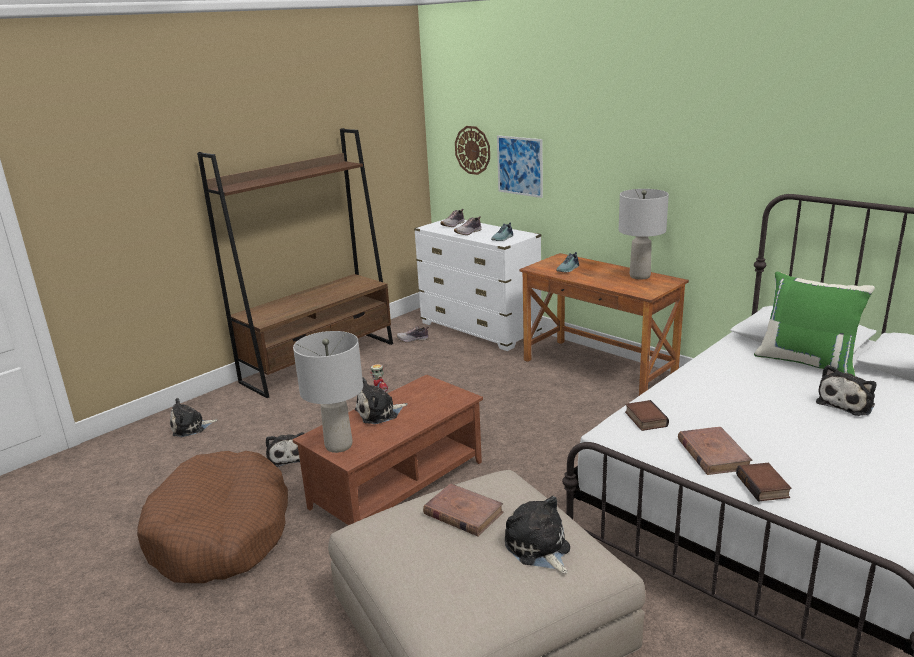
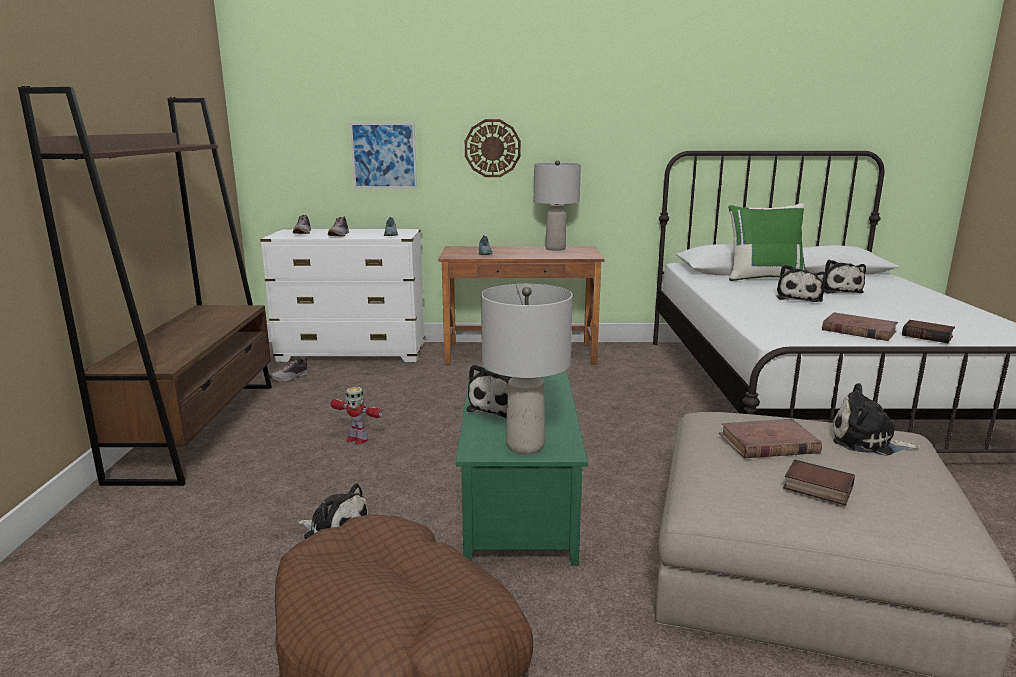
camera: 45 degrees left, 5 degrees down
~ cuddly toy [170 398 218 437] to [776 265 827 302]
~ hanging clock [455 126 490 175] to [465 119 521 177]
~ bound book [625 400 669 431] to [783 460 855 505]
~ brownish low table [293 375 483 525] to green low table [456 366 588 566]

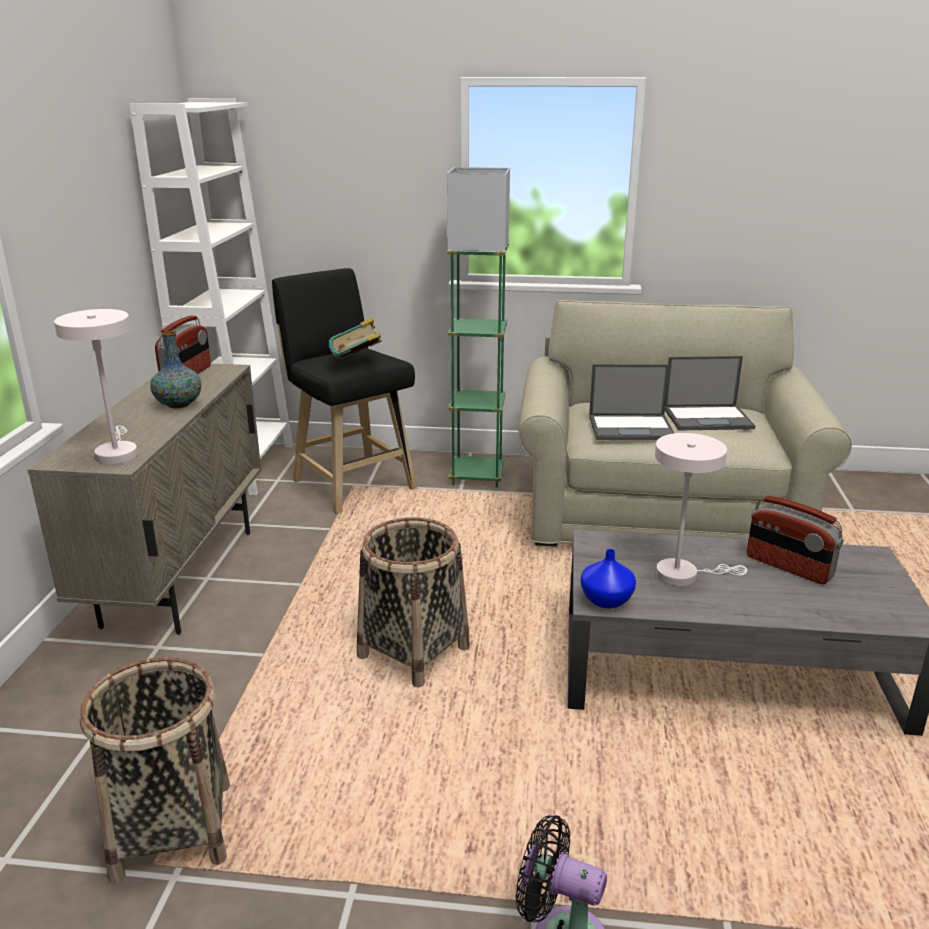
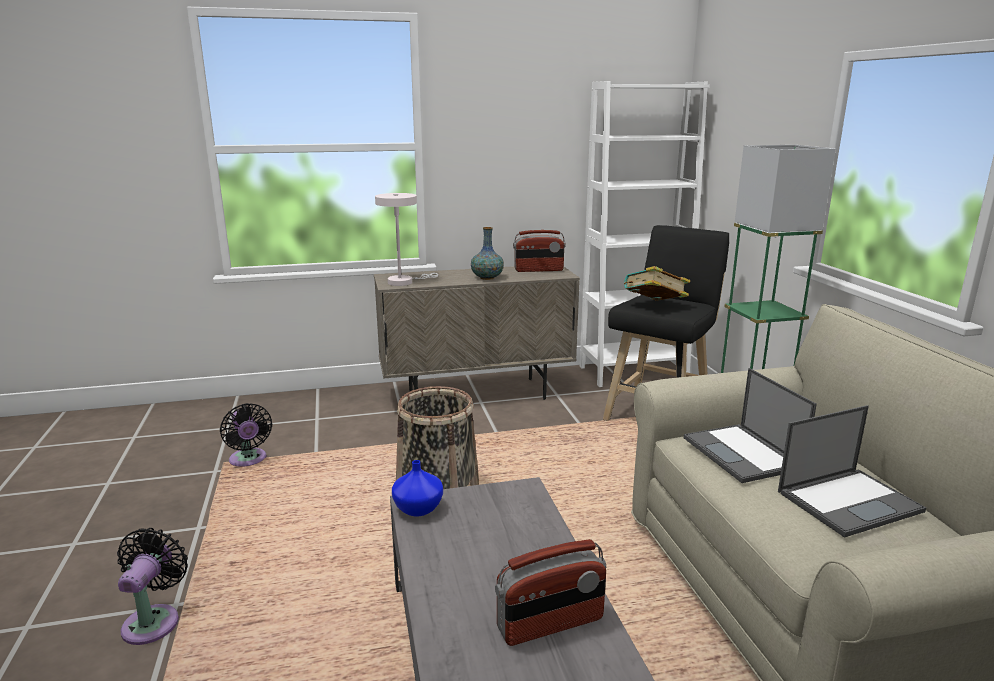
camera: 70 degrees right, 5 degrees down
- white table lamp [655 433 747 586]
~ basket [80 657 230 884] to blackish cooling fan [220 403 272 467]
~ portable computer [665 356 755 430] = [778 405 926 538] 90 degrees counterclockwise
~ radio [747 496 844 584] = [495 539 606 646] 135 degrees counterclockwise

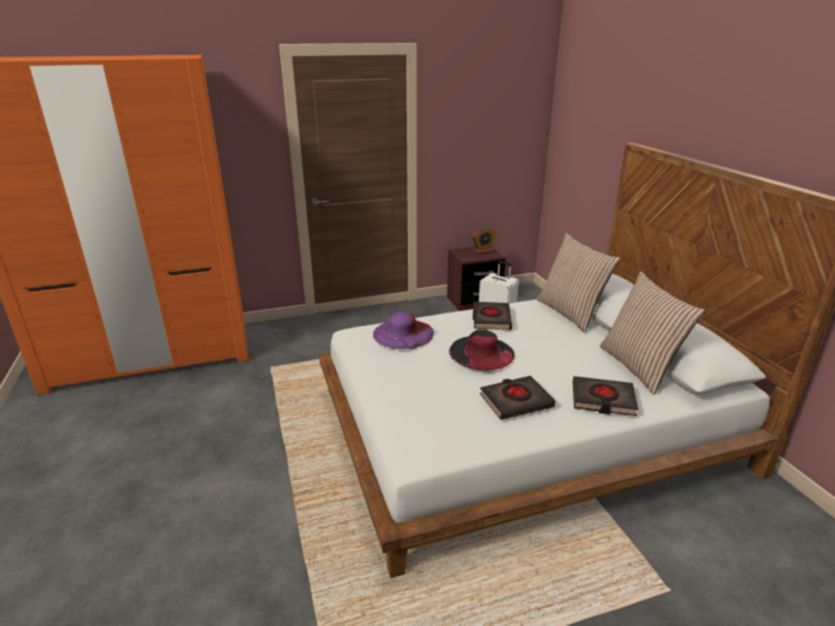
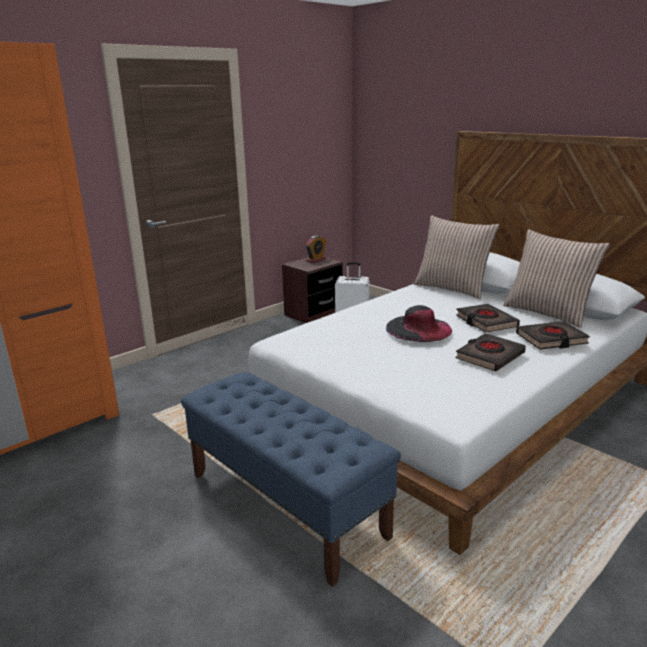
camera: 25 degrees left, 5 degrees down
- purplish clothing hat [373 311 434 350]
+ bluish indoor bench [181 372 401 587]
~ blackish bound book [473 302 512 330] to [456 304 520 333]

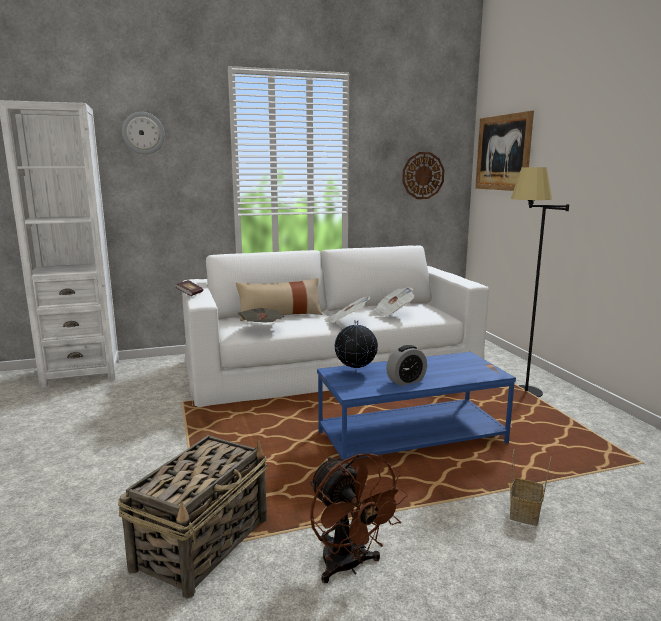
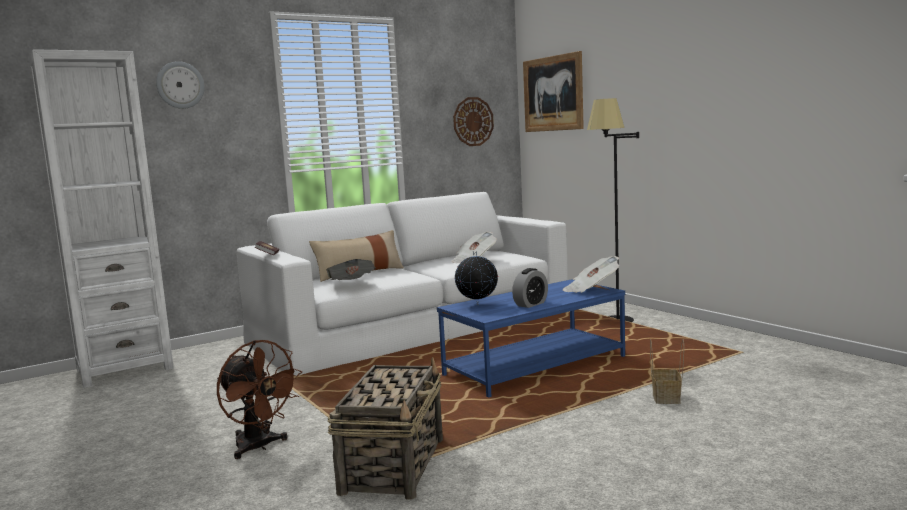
camera: 15 degrees left, 5 degrees down
~ brownish cooling fan [309 454 408 583] to [217 340 302 459]
~ daily paper [325 297 370 324] to [563 256 619 293]

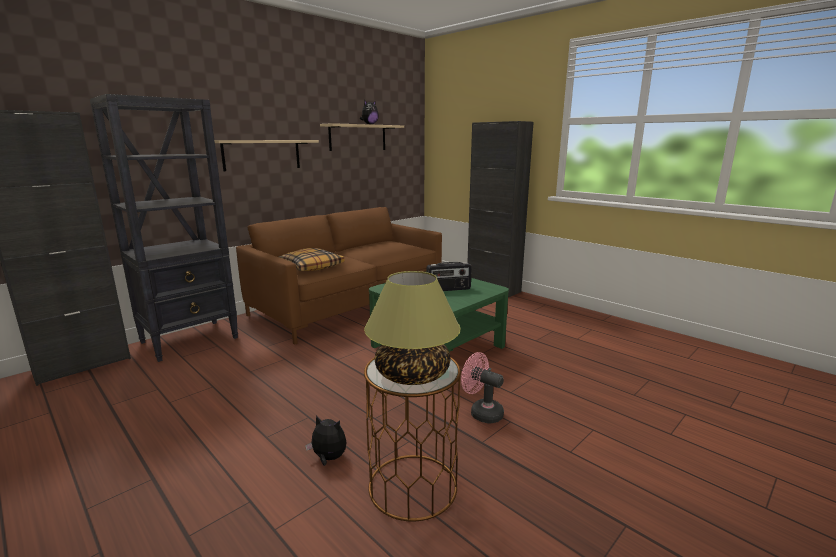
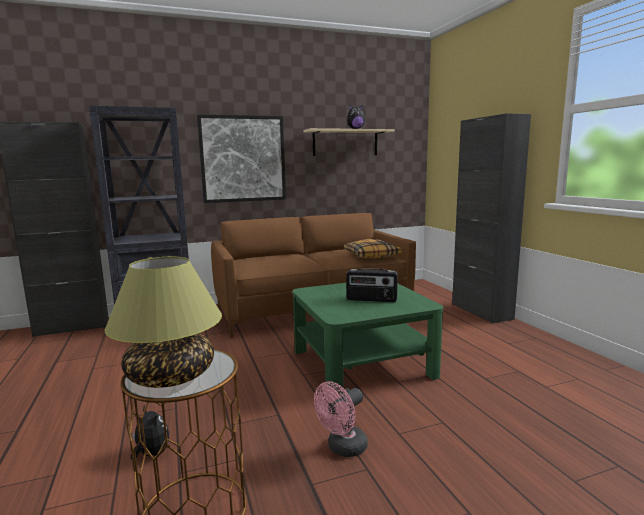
camera: 25 degrees right, 5 degrees down
~ pillow [279 248 344 271] to [344 239 401 259]
~ sand-coloured bracket shelf [214 140 319 171] to picture [197 114 286 203]
~ pink-coloured cooling fan [461 352 504 424] = [314 381 368 457] 105 degrees counterclockwise

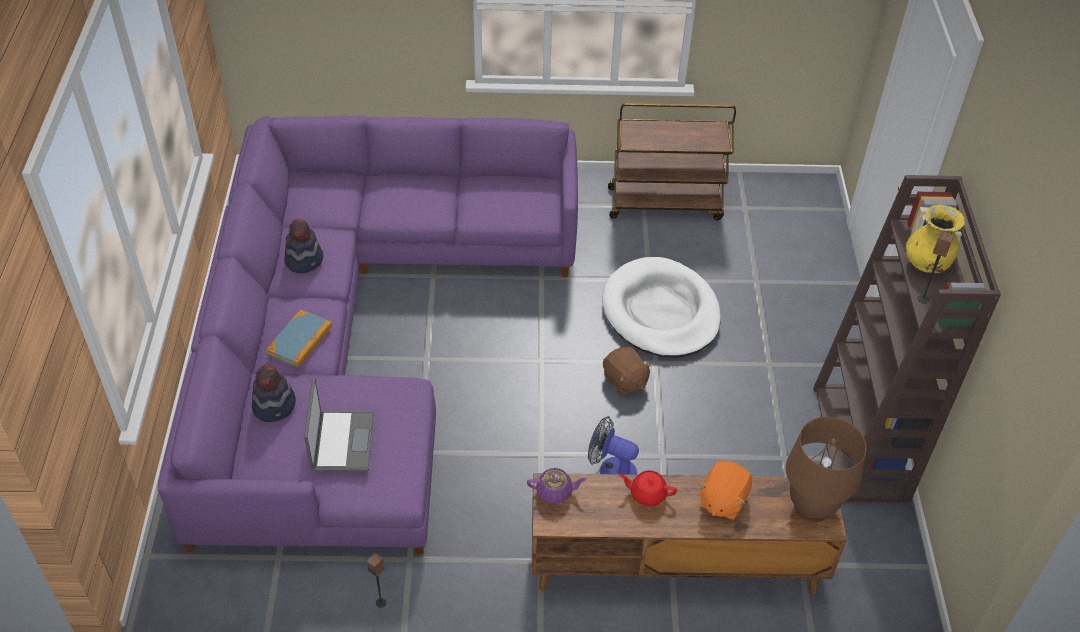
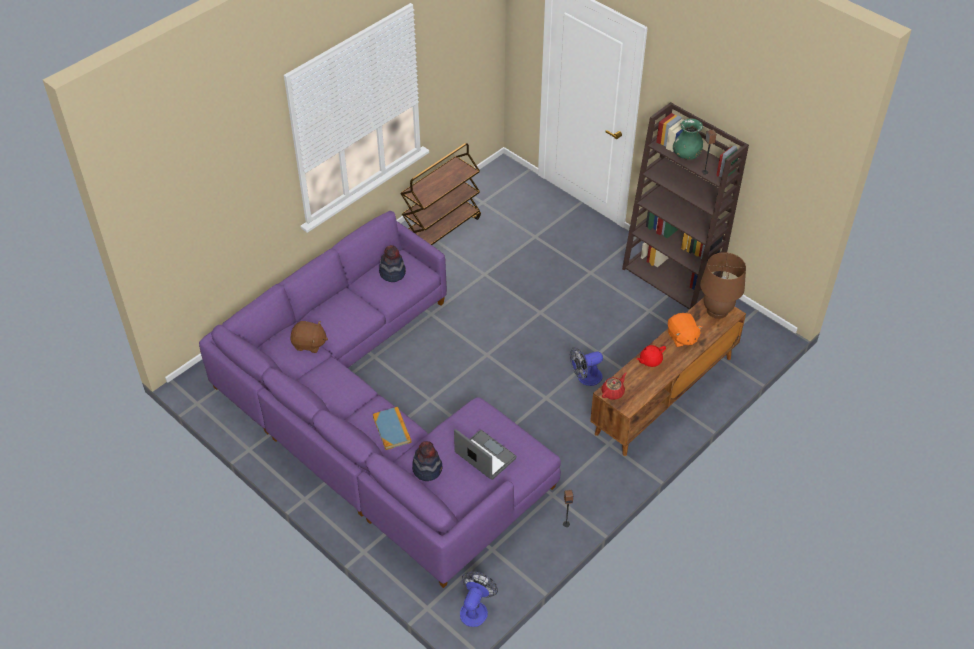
camera: 45 degrees left, 0 degrees up
- white pet bed [602 257 721 358]
+ cooling fan [460 571 498 627]
~ clothing hat [285 219 323 273] to [379 245 406 282]
~ brownish cuddly toy [603 347 652 396] to [290 321 328 353]
~ purplish pot for tea [527 468 586 504] to reddish pot for tea [602 372 627 400]
~ yellow-coloured vase [906 205 965 273] to green vase [673 119 703 160]

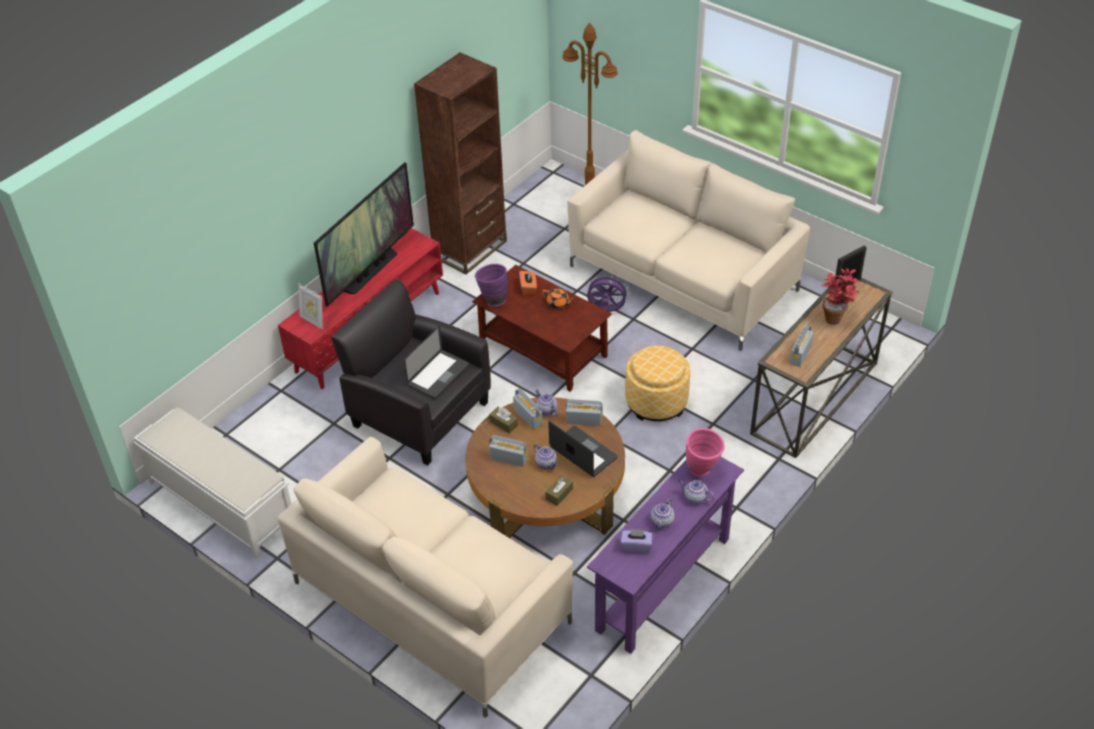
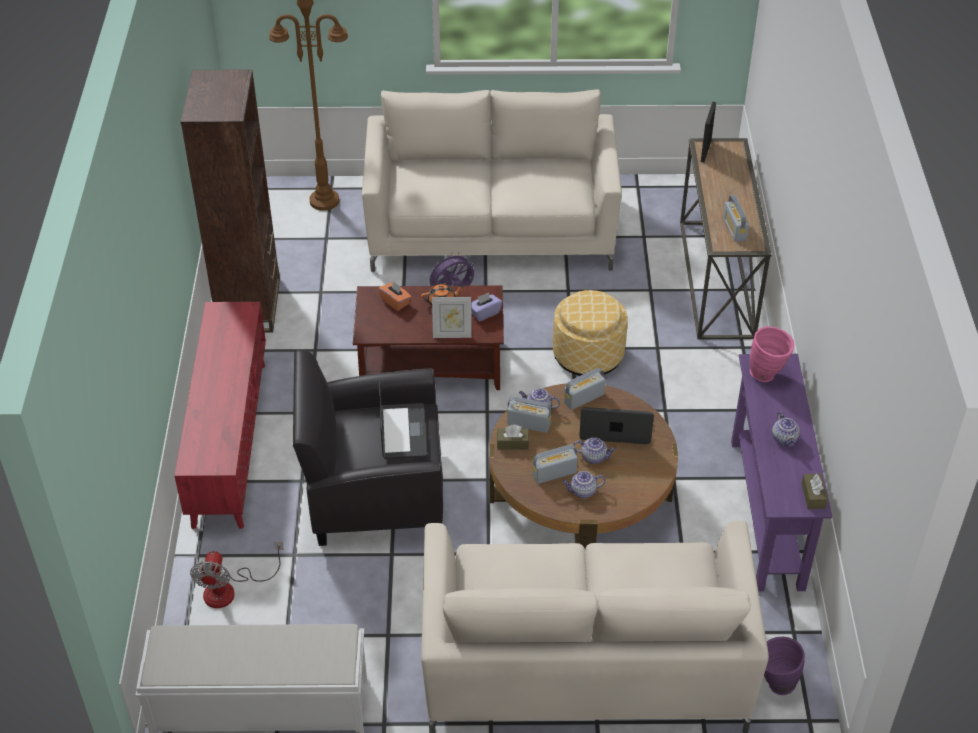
camera: 40 degrees left, 0 degrees up
- TV [314 162 414 306]
- plant in a pot [821 268 859 325]
+ cooling fan [190 541 284 608]
~ picture frame [298 283 323 330] to [432 297 472 338]
~ purplish vase [475 264 508 307] to [764 637 805 695]
~ brownish tissue box [546 475 573 506] to [801 474 828 509]
~ purplish tissue box [621 529 652 553] to [471 292 502 322]
~ pot for tea [679 479 715 505] to [562 471 605 498]

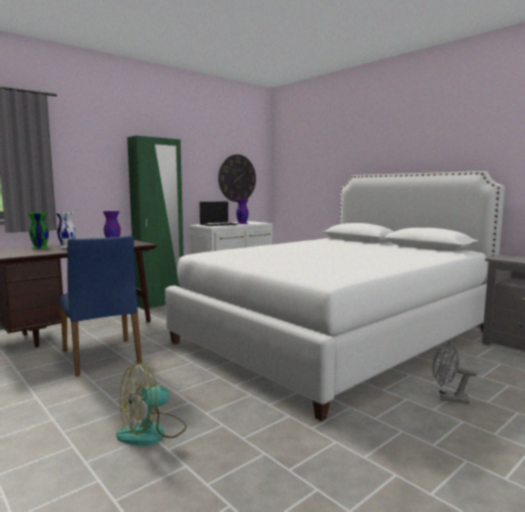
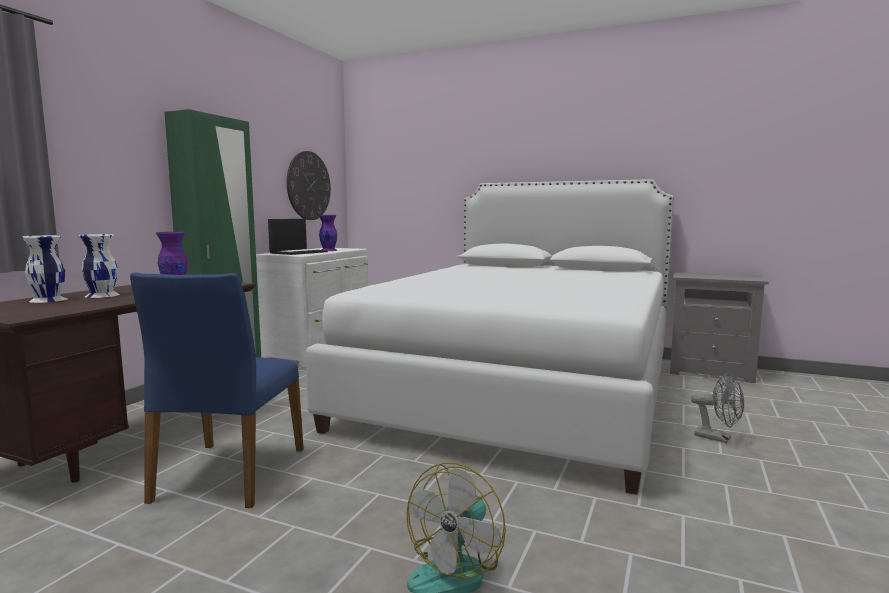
camera: 25 degrees left, 0 degrees up
~ green vase [28 213 50 249] to white vase [22 235 68 303]
~ bluish upright chair [60 235 142 376] = [130 272 304 508] 60 degrees clockwise
~ greyish cooling fan [433 342 478 404] = [691 374 744 443] 135 degrees counterclockwise

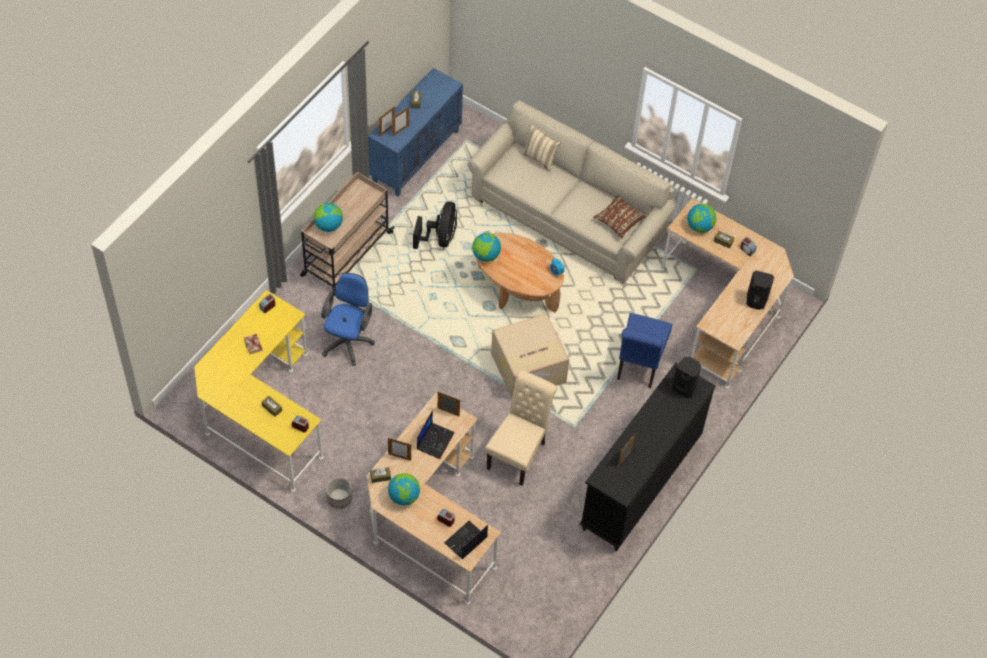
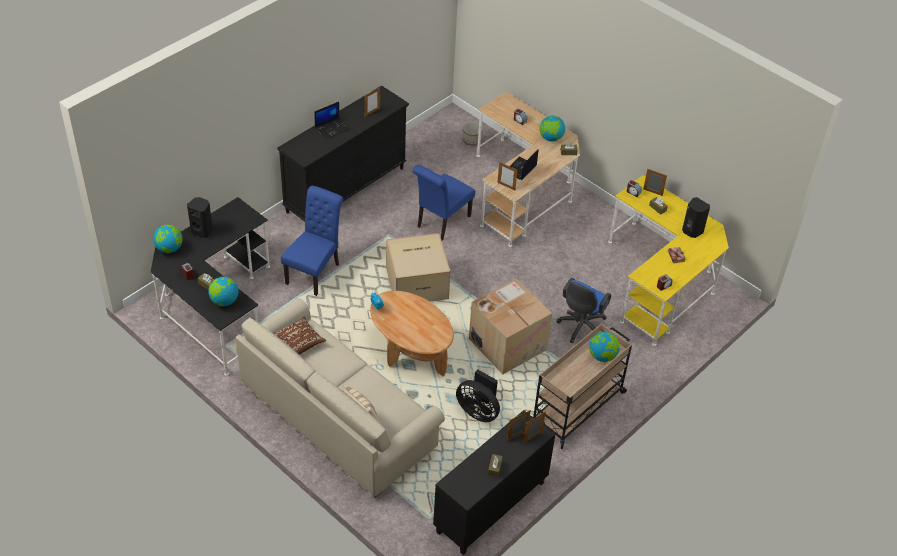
camera: 170 degrees left, 10 degrees down
+ packing box [469 279 552 374]
~ flower pot [326 477 352 509] to [462 122 483 146]
~ picture frame [388 438 411 461] to [643 169 667 196]
~ portable computer [444 521 488 559] to [314 102 351 140]
~ desk globe [472 233 501 262] to [153 225 182 253]
~ blackish loudspeaker [672 357 701 398] to [682 197 710 238]
~ bluish storage cabinet [368 68 463 197] to blackish storage cabinet [433 410 555 555]
~ sand-coloured upright chair [485 370 557 486] to bluish upright chair [412 165 475 241]
~ sand-coloured desk [661 198 794 388] to blackish desk [151 197 270 376]
~ blackish cooling fan [413 201 457 249] = [456 369 500 422] 75 degrees counterclockwise

